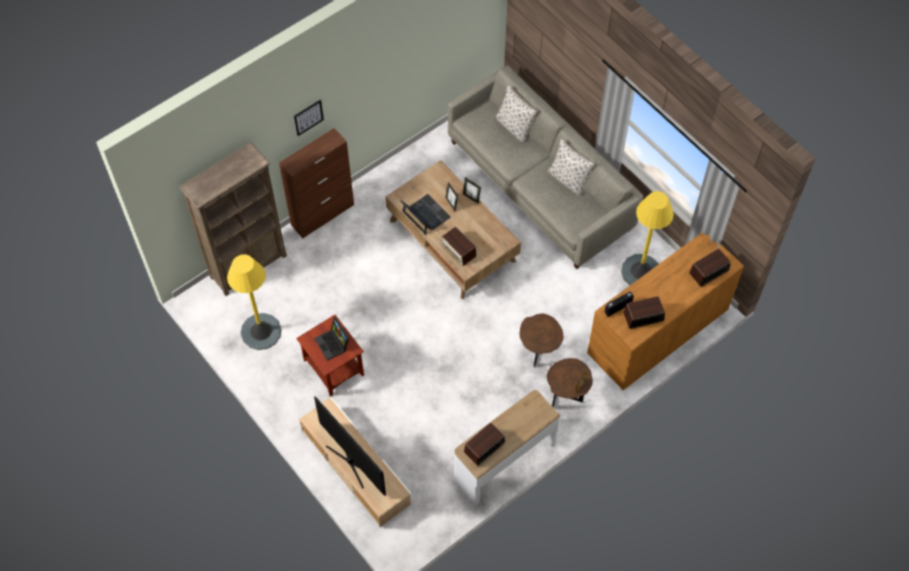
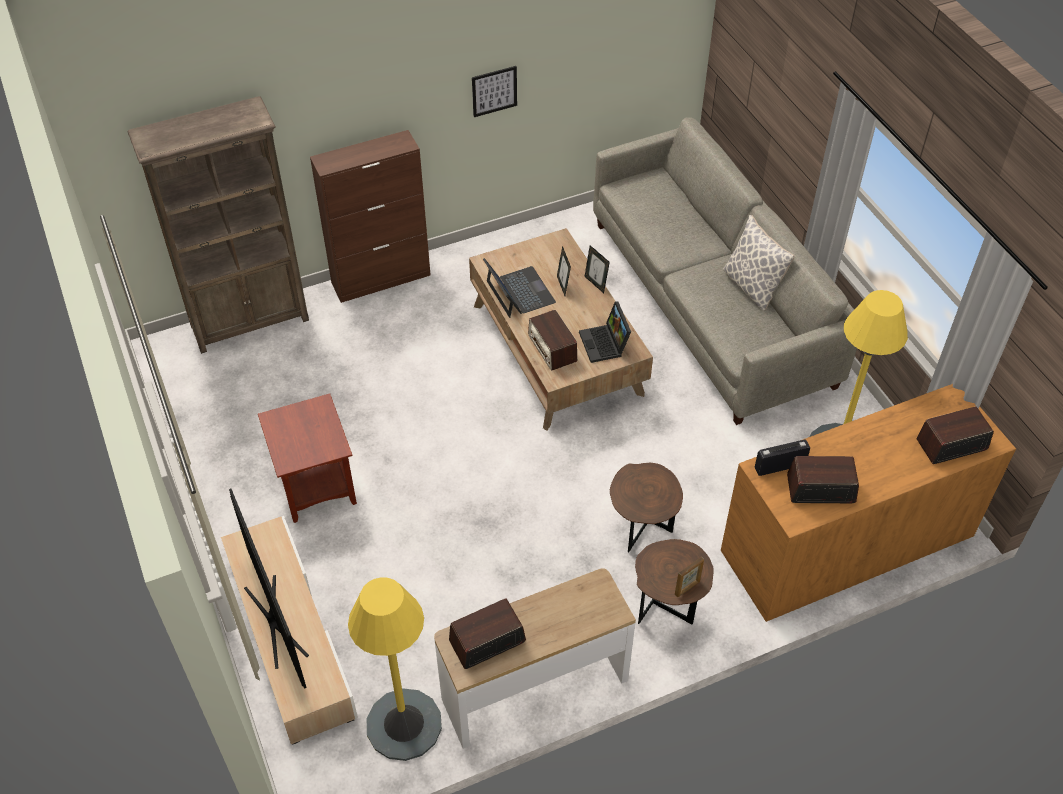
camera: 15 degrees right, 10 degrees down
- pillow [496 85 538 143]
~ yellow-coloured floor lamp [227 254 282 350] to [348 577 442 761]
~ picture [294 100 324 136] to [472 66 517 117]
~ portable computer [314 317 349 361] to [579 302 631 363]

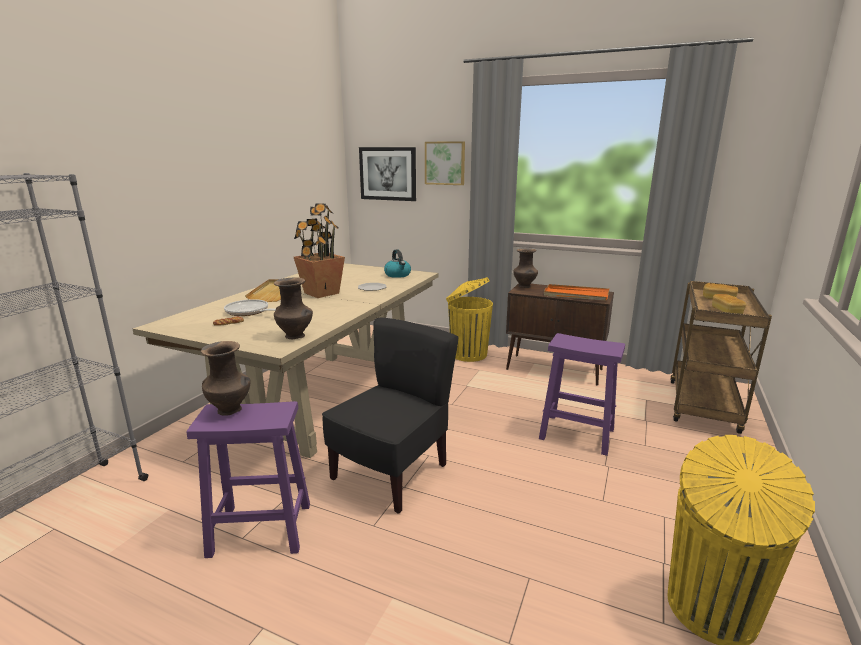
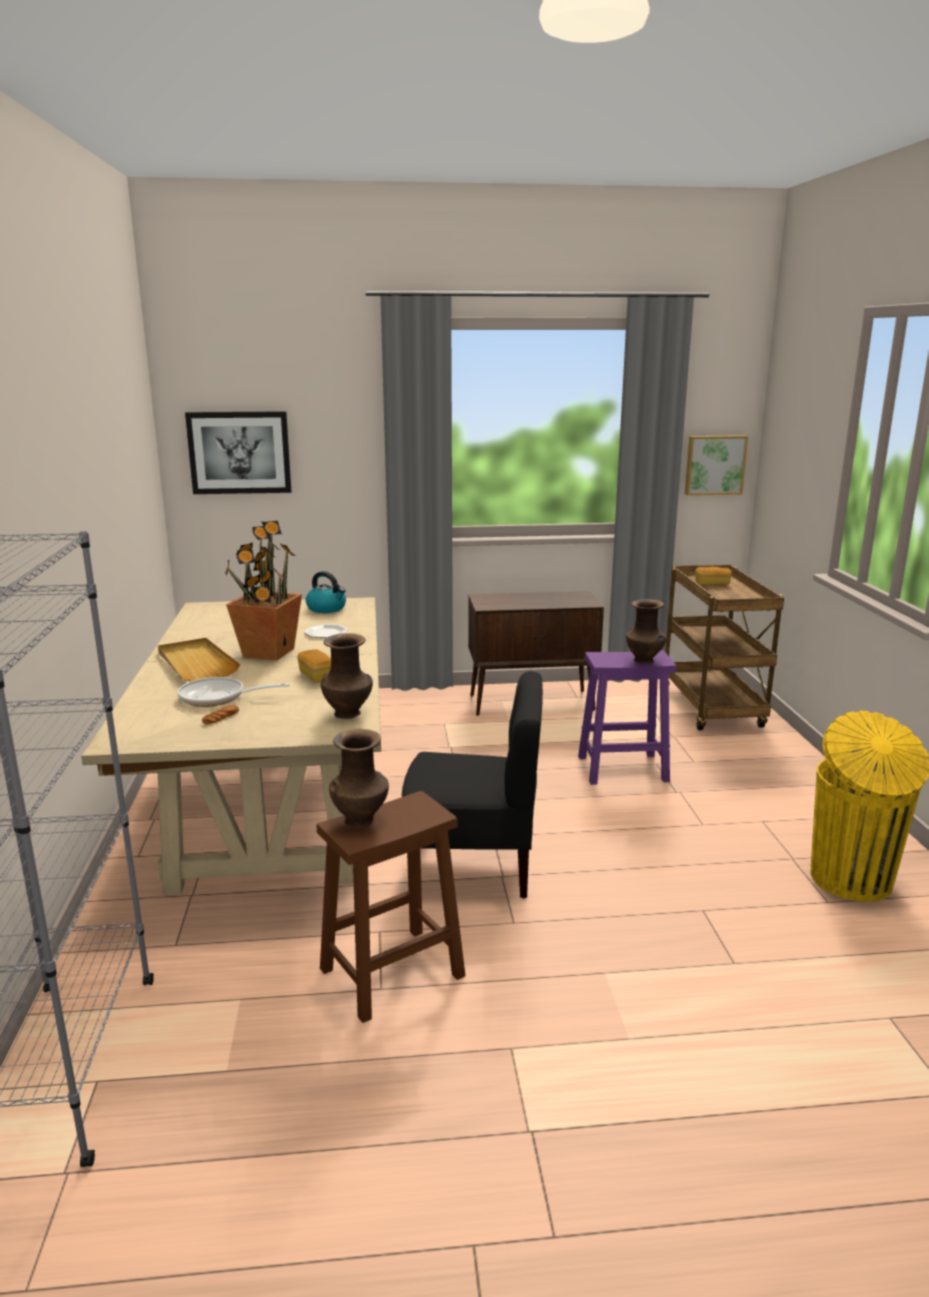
camera: 30 degrees left, 0 degrees up
- yellow-coloured rubbish bin [446 277 493 362]
- orangey serving tray [544 284 609 301]
~ picture [425 141 465 185] to [685 435 748 495]
~ brownish vase [513 248 538 288] to [626 599 666 664]
~ bakery bread [712 294 746 314] to [297 649 331 683]
~ purplish stool seat [187 401 310 558] to brownish stool seat [317 791 466 1023]
~ blackish upright chair [322 318 459 514] = [402 671 543 898] 90 degrees clockwise

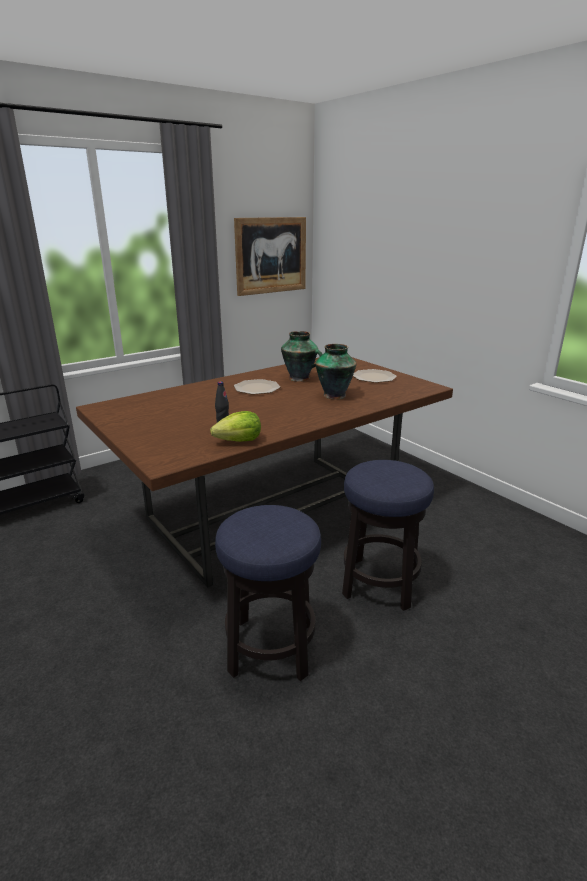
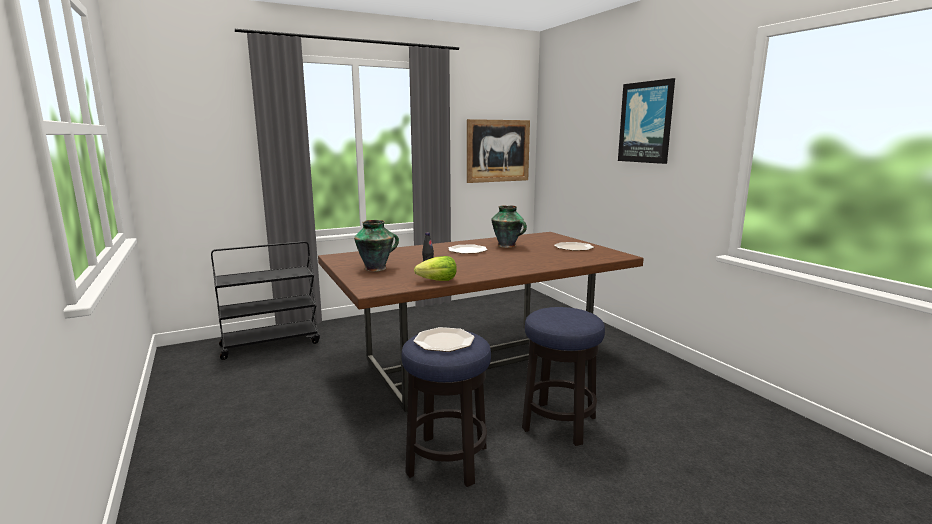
camera: 10 degrees right, 10 degrees down
+ flat dish [413 327 474 352]
+ picture [618 78 675 164]
~ vase [315 344 357 399] to [354 220 399 272]

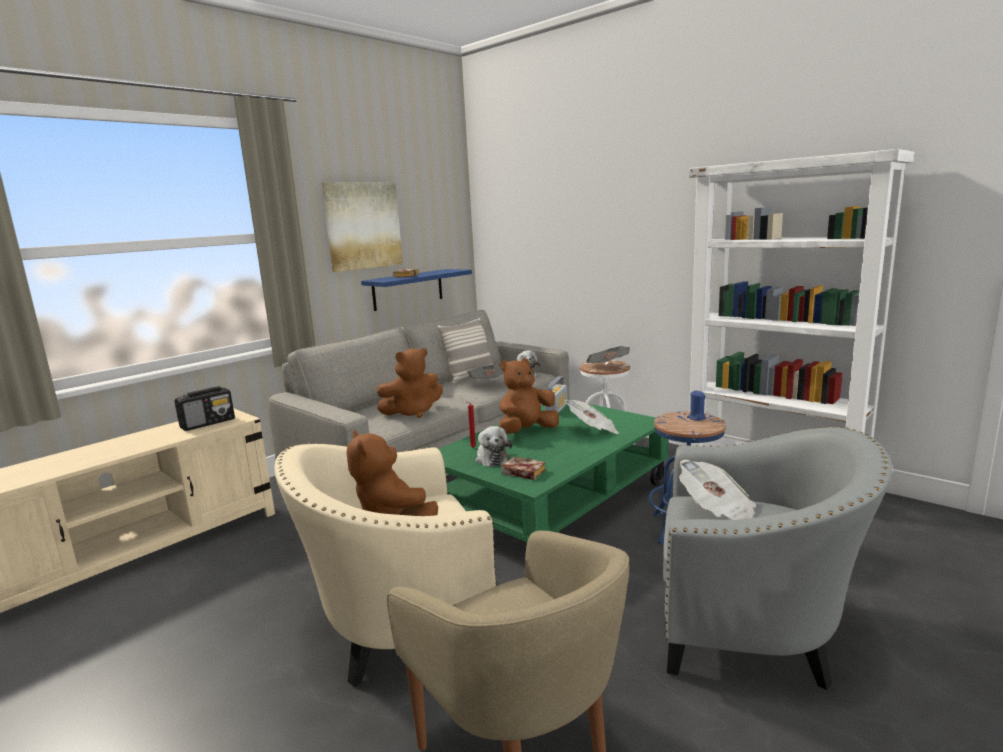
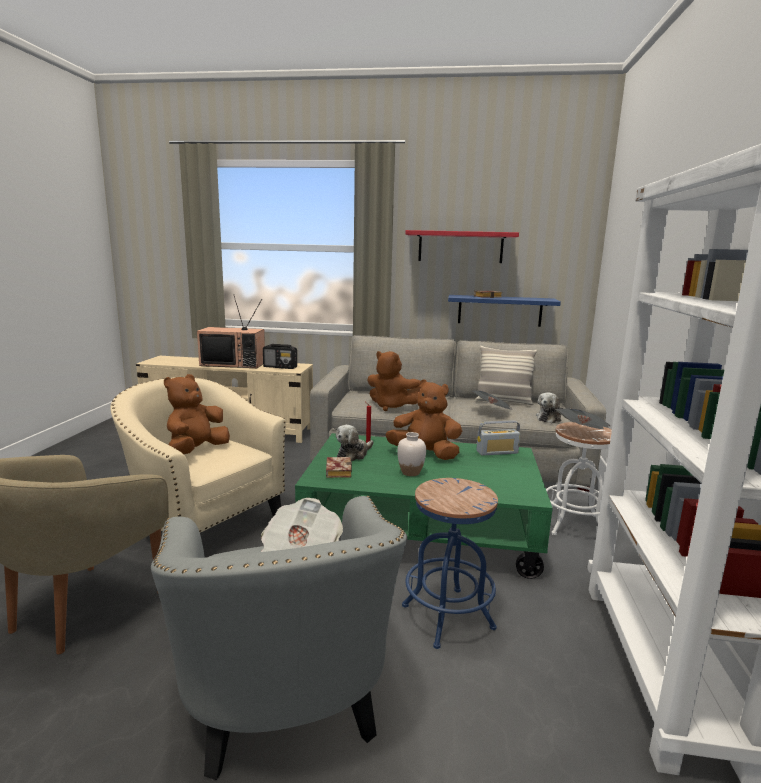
camera: 55 degrees right, 0 degrees up
- daily paper [565 399 619 434]
- bluish wax light [687 391 706 421]
+ TV [197 294 265 368]
+ white vase [397 432 426 476]
~ picture [322 182 403 272] to reddish bracket shelf [406 230 519 263]

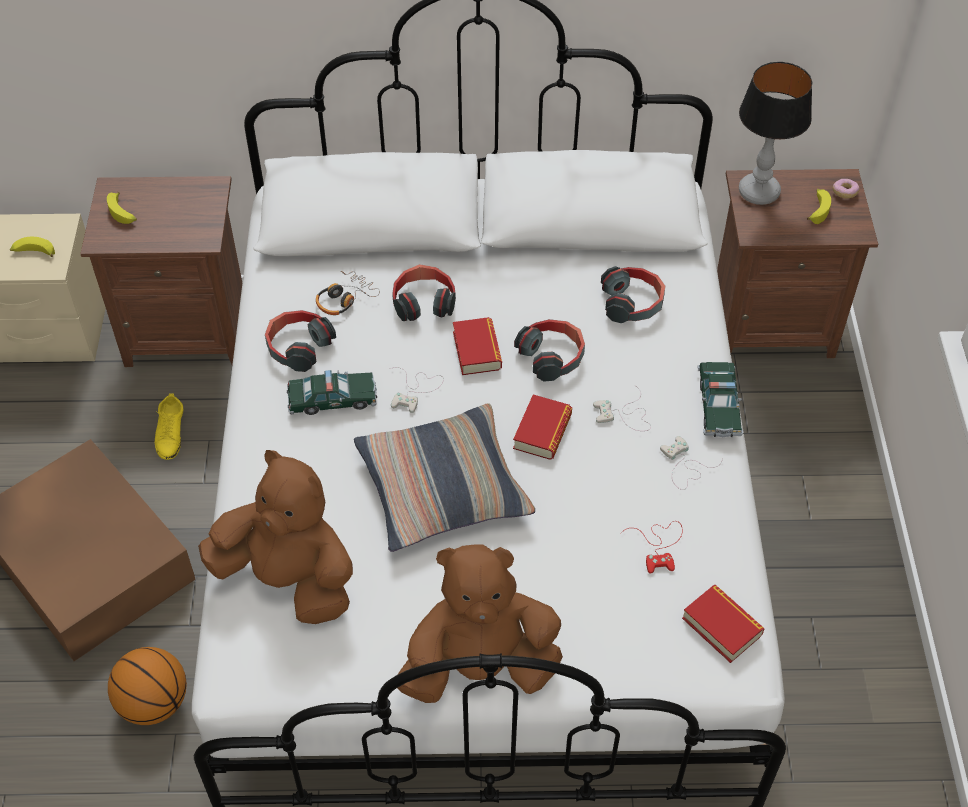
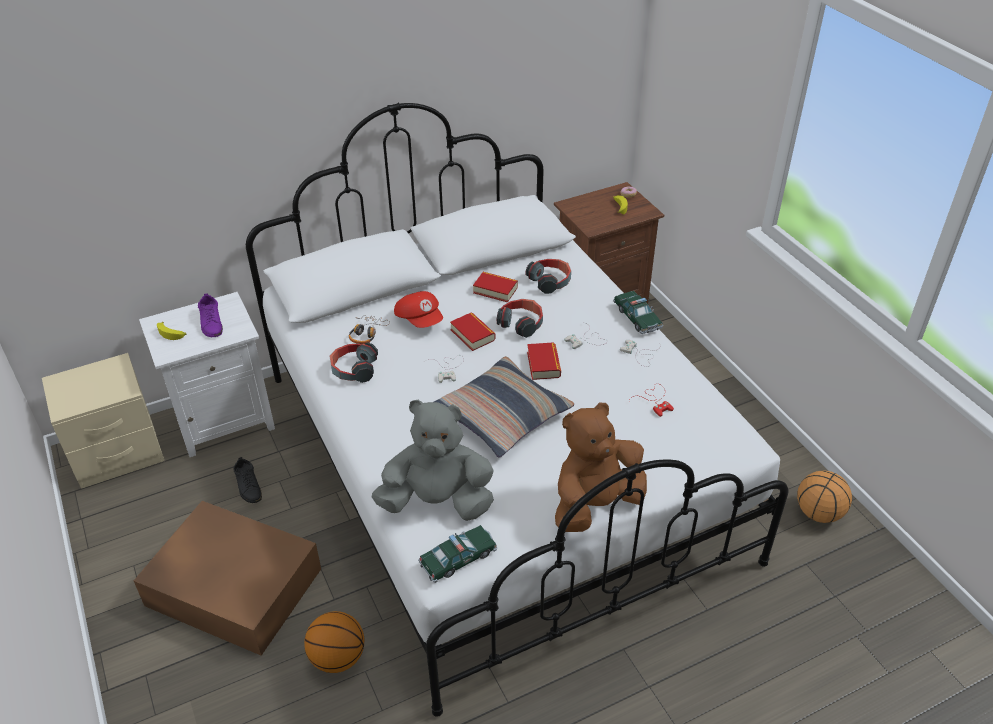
camera: 25 degrees left, 10 degrees down
- banana fruit [10 237 55 257]
- table lamp [739 62 813 205]
+ purplish item of footwear [197 293 223 337]
+ basketball [797 471 852 523]
~ toy car [287 370 377 415] to [418 525 497 583]
~ bound book [682 585 765 663] to [473 272 518 302]
~ pair of headphones [392 264 456 321] to reddish peaked cap [394 291 443 328]
~ brownish bedside table [80 176 242 367] to white bedside table [139 292 275 457]
~ yellow-coloured item of footwear [155 393 183 460] to blackish item of footwear [233 457 262 503]
~ brownish cuddly toy [198 450 353 624] to greyish cuddly toy [372 400 494 521]

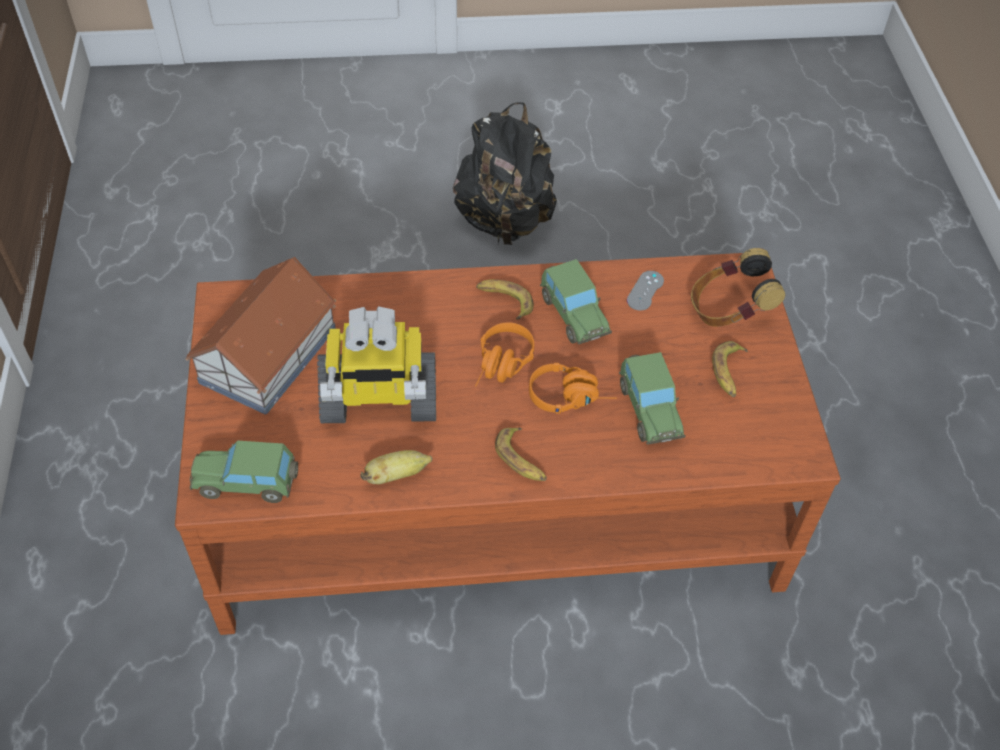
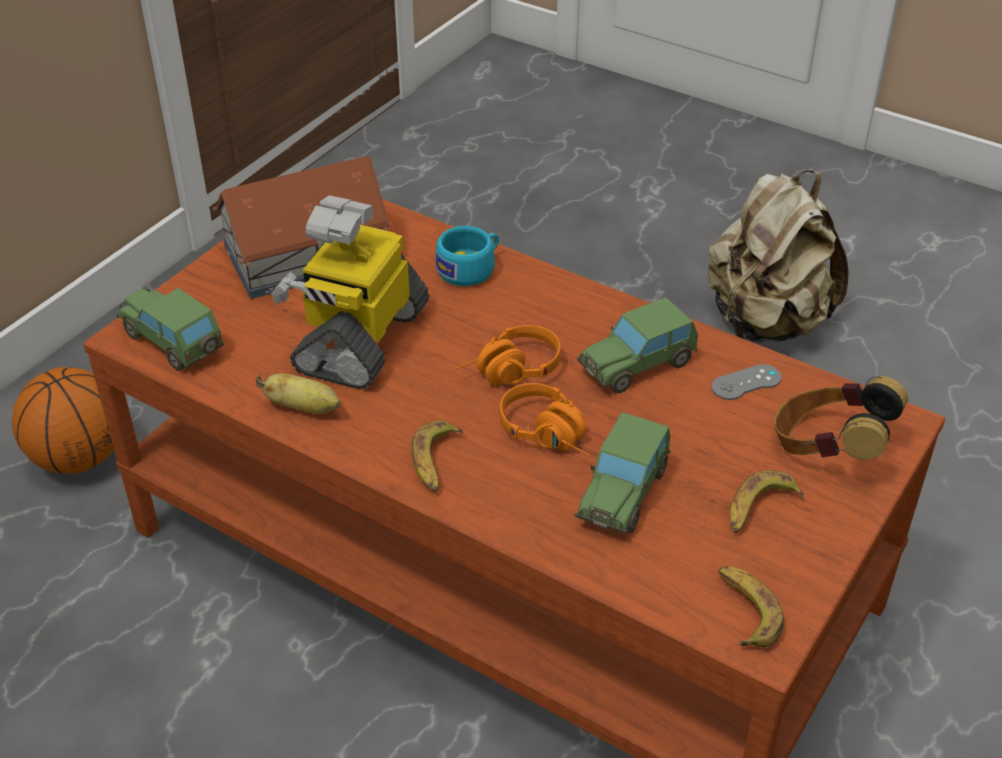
camera: 40 degrees right, 10 degrees down
+ basketball [12 367 114 474]
+ blue-green drinking cup [435 226 499 286]
~ banana fruit [476 279 534 319] to [718 566 784 647]
~ blackish knapsack [453 102 557 245] to sand-coloured knapsack [708 170 849 343]
~ toy robot [317 306 436 423] = [271 195 429 389] 75 degrees clockwise
~ toy car [540 259 612 344] = [577 297 698 393] 45 degrees clockwise

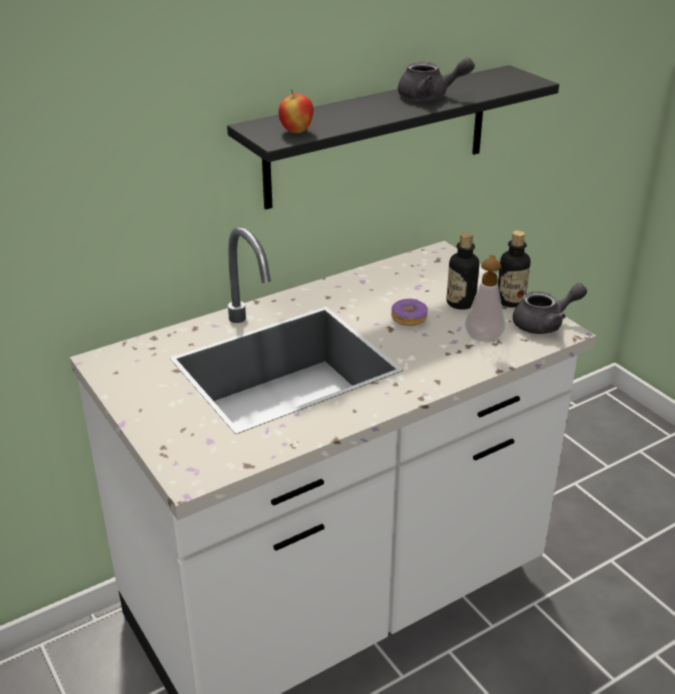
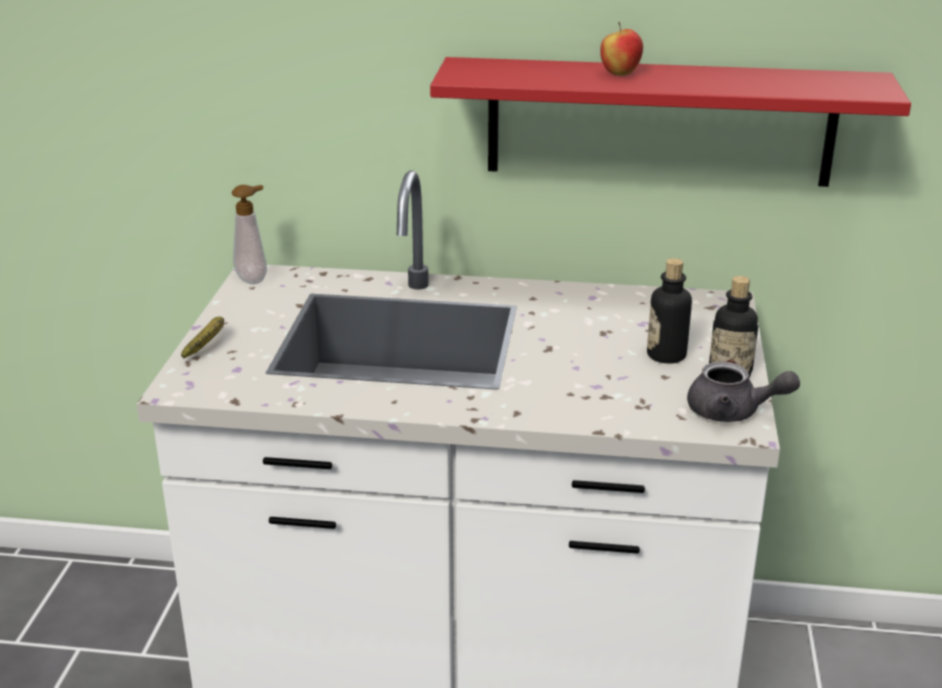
camera: 40 degrees right, 5 degrees down
- ring doughnut [391 299 428 326]
- greyish pot for tea [398 57 475 101]
+ banana fruit [181 316 224 358]
~ whole apple [279 90 314 133] to [600 22 643 76]
~ soap dispenser [465 255 505 342] to [232 185 267 284]
~ blackish bracket shelf [227 65 559 210] to reddish bracket shelf [430 57 911 187]

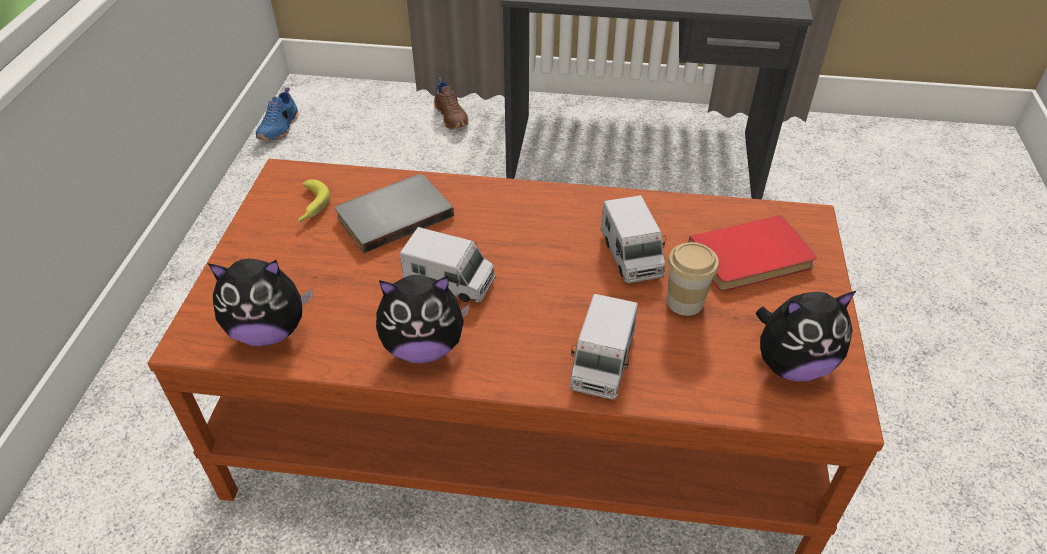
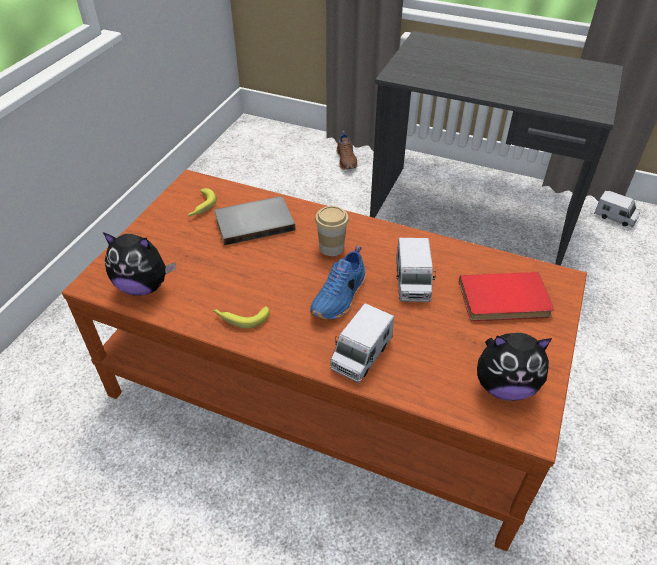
camera: 15 degrees right, 0 degrees up
~ bluish item of footwear [256 87 299 140] to [310 245 366 320]
~ model truck [400 227 496 303] to [594 191 640 227]
~ drinking cup [667 242 719 316] to [315 206 349 256]
~ cuddly toy [376 275 470 363] to banana fruit [213 306 270 328]

